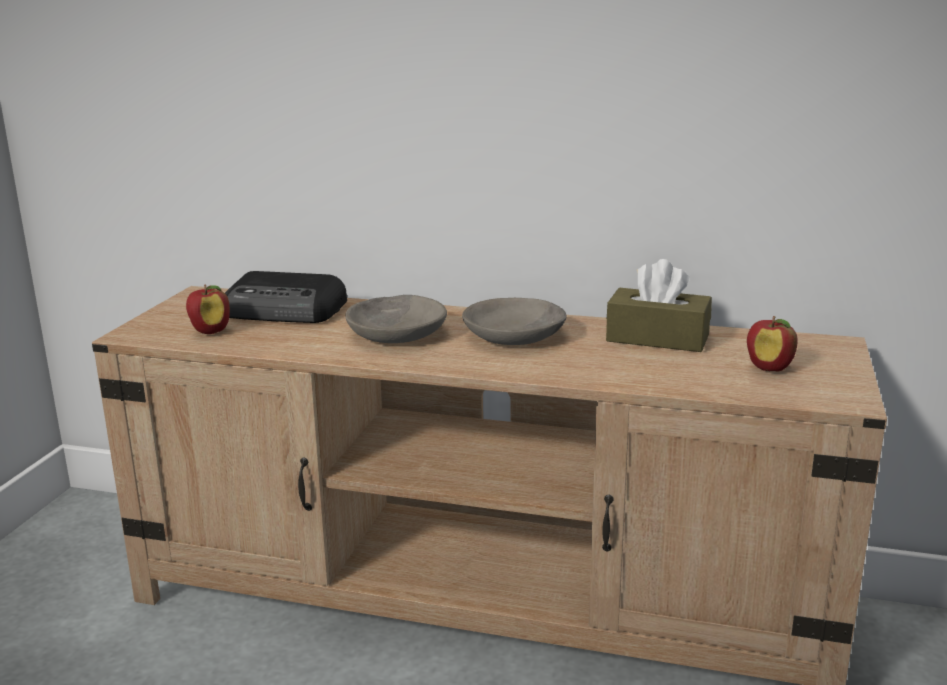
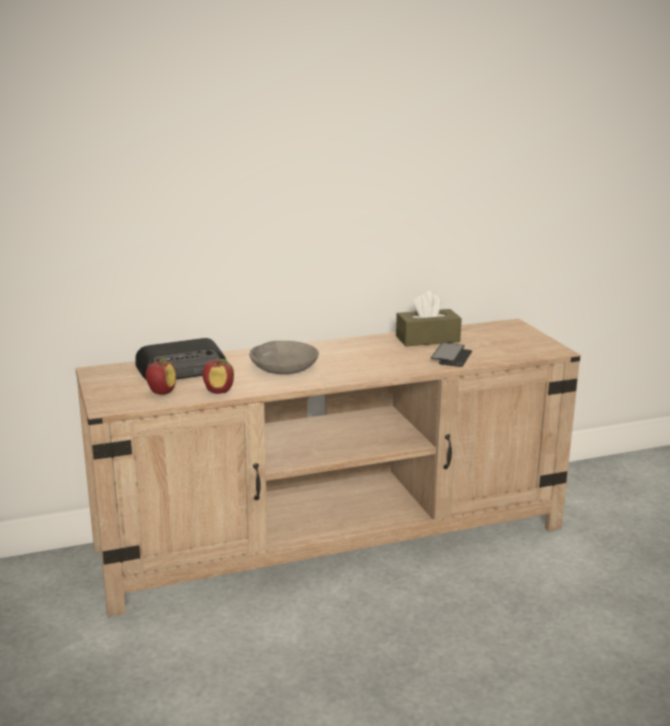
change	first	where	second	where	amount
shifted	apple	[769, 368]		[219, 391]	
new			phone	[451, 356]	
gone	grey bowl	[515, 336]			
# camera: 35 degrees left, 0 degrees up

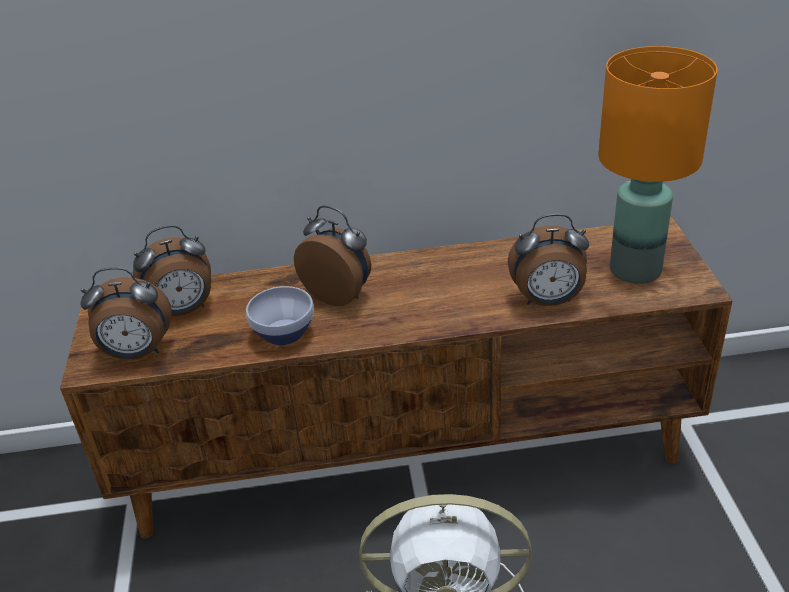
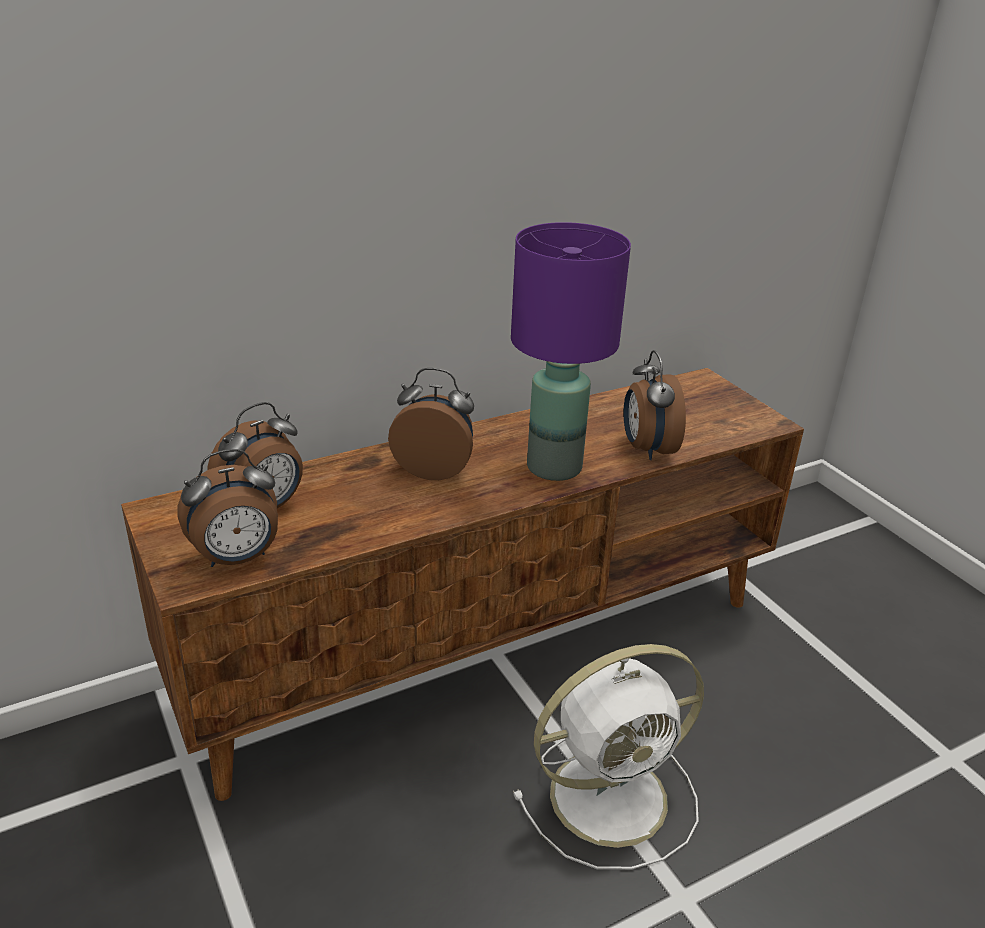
change	first	where	second	where	amount
new			purple table lamp	[552, 467]	
rotated	alarm clock	[548, 301]		[646, 449]	105 degrees clockwise
gone	bowl	[282, 334]			
gone	orange table lamp	[633, 270]			
# camera: 25 degrees left, 5 degrees down

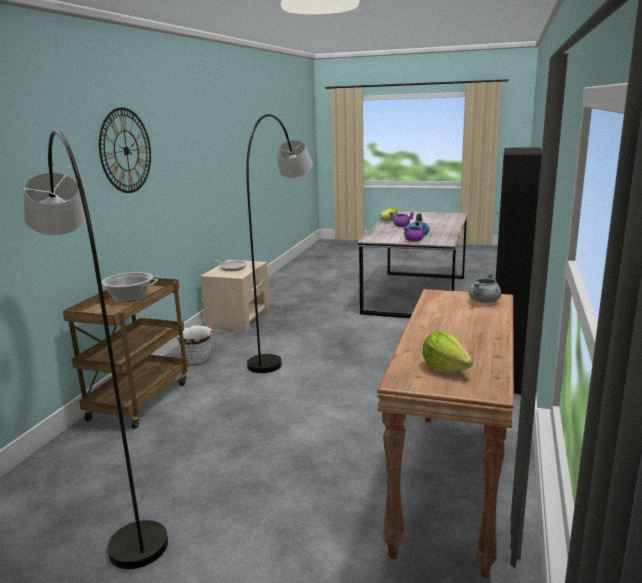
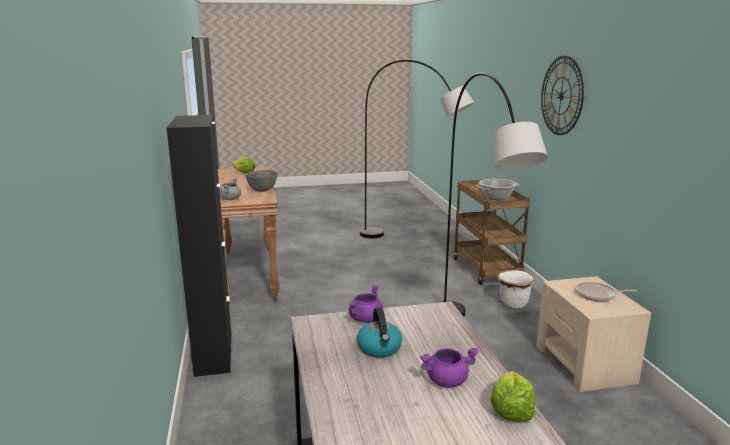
change	first	where	second	where	amount
new			grey bowl	[262, 190]	
# camera: 150 degrees right, 0 degrees up

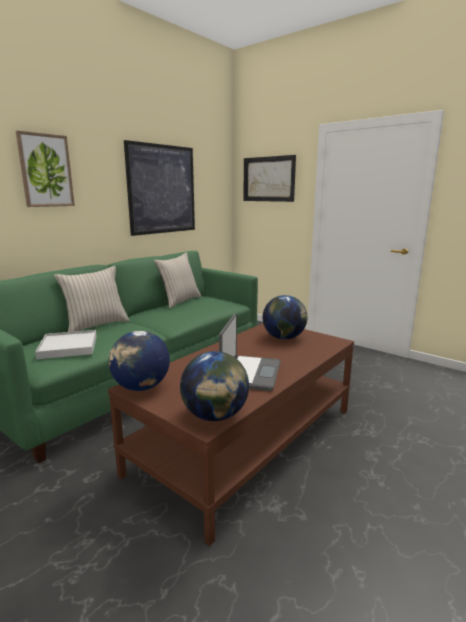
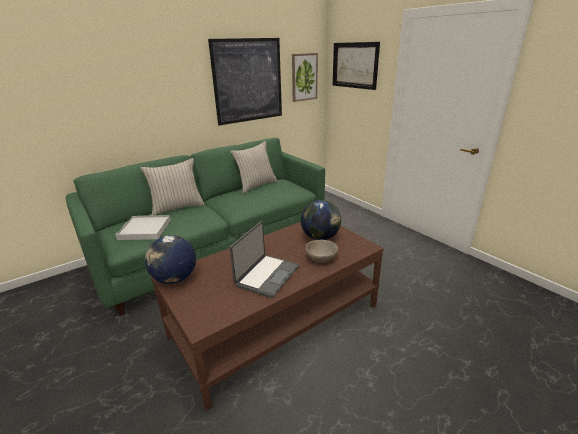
change	first	where	second	where	amount
shifted	picture	[46, 171]		[304, 77]	
new			beige bowl	[321, 259]	
gone	globe	[215, 416]			
# camera: 15 degrees right, 10 degrees up

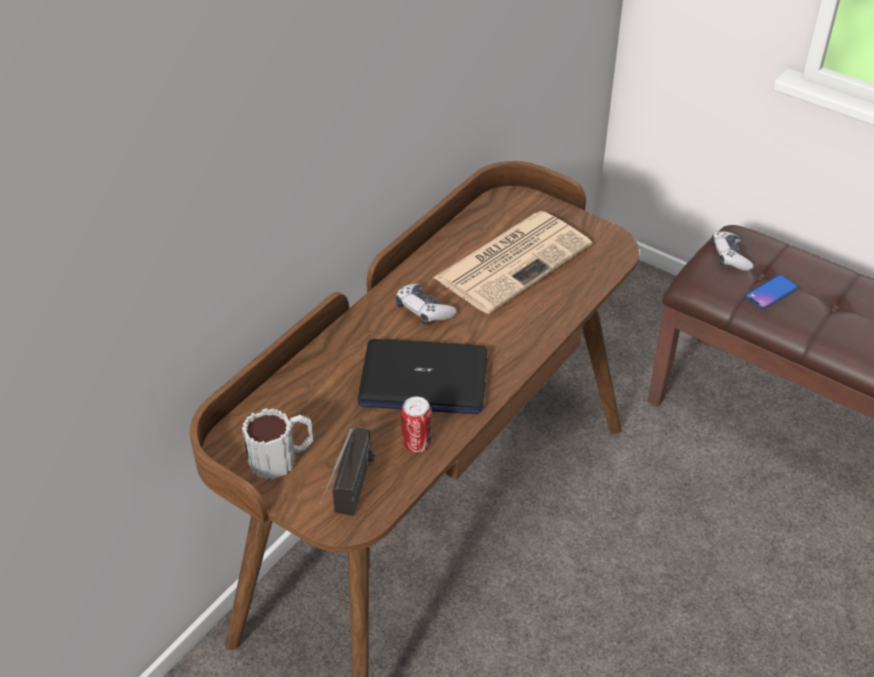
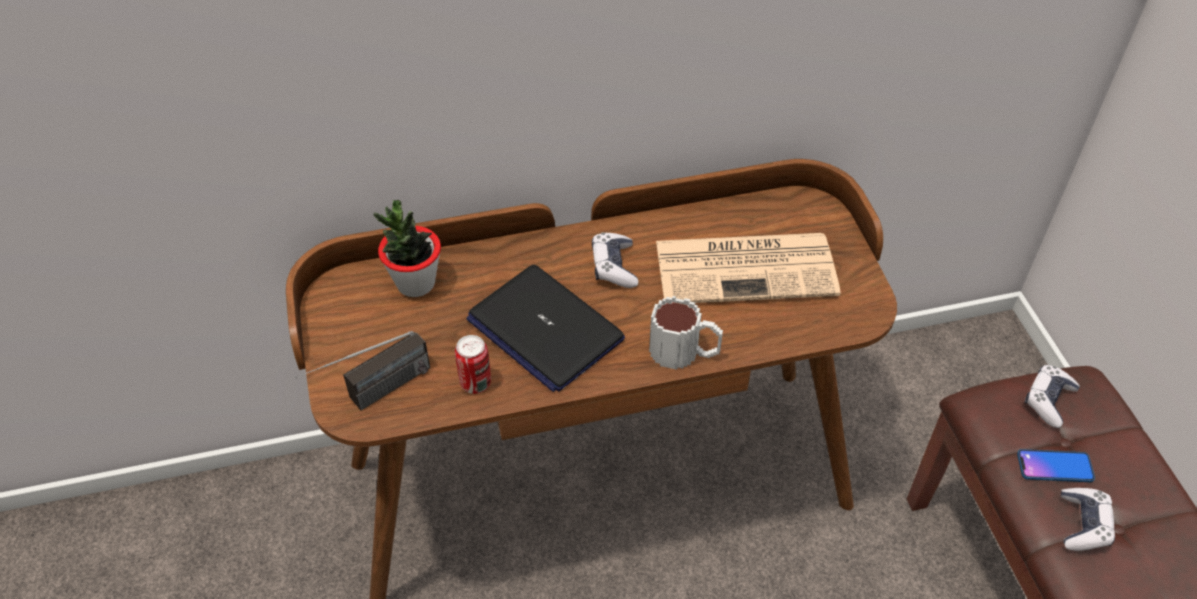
change	first	where	second	where	amount
new			potted plant	[415, 283]	
shifted	mug	[282, 457]		[684, 352]	
new			game controller	[1083, 524]	
# camera: 40 degrees right, 5 degrees up

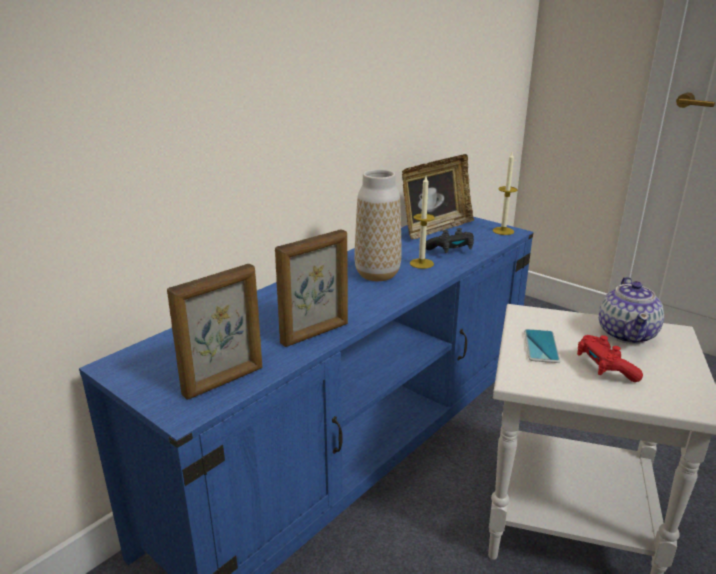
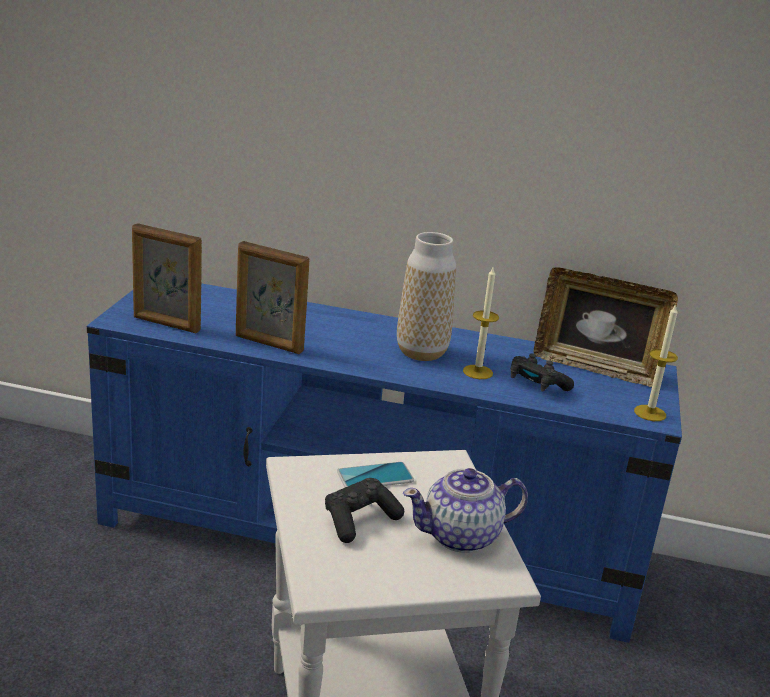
change	first	where	second	where	amount
repainted	red game controller	[604, 368]	black game controller	[359, 521]	
# camera: 60 degrees right, 0 degrees up

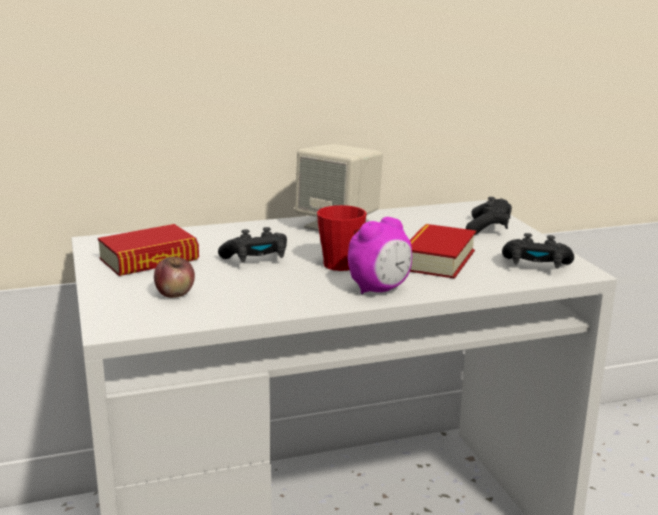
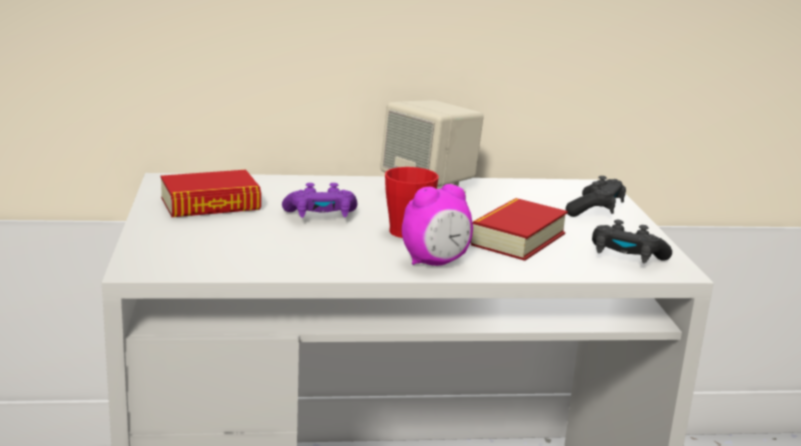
change	first	where	second	where	amount
repainted	black game controller	[256, 260]	purple game controller	[321, 217]	
gone	apple	[175, 294]			
# camera: 10 degrees right, 0 degrees up

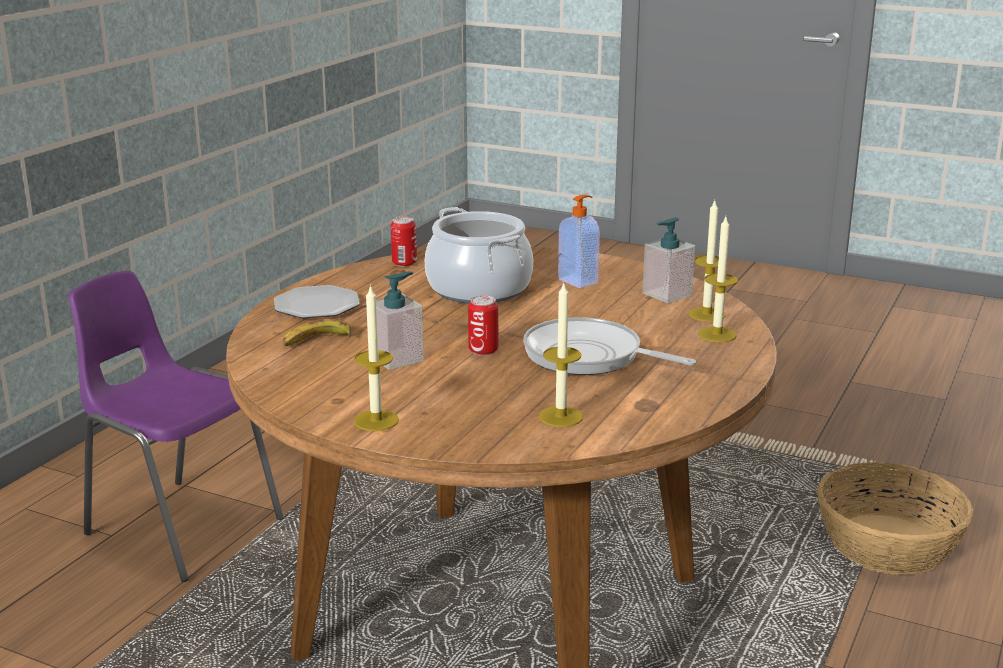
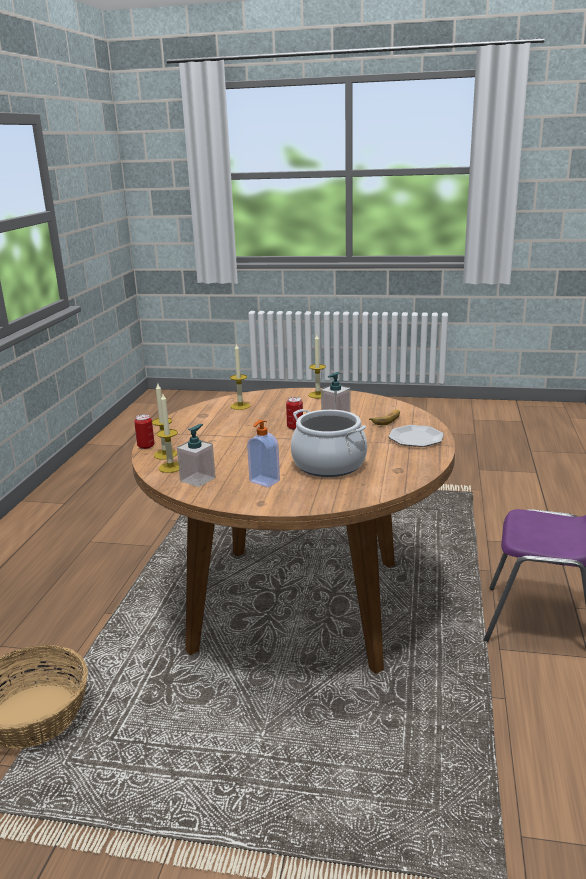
change	first	where	second	where	amount
shifted	can	[404, 263]		[146, 446]	
gone	frying pan	[589, 356]			
# camera: 165 degrees right, 0 degrees up

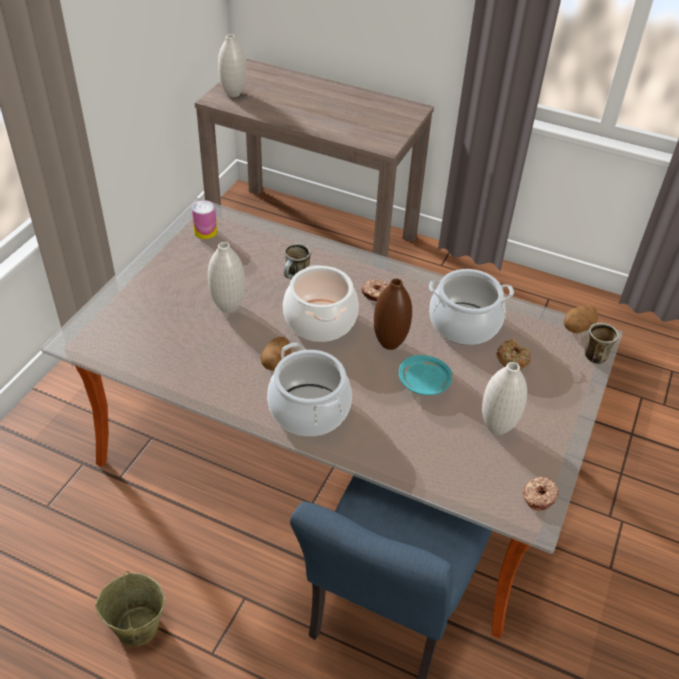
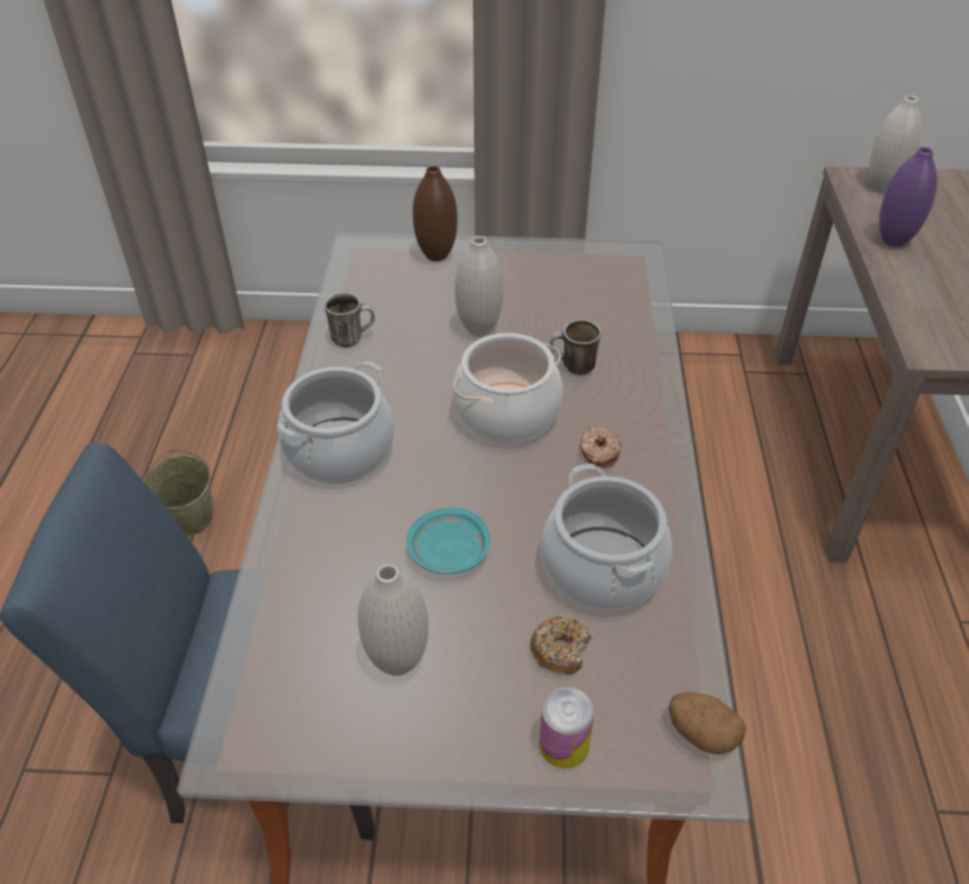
change	first	where	second	where	amount
shifted	mug	[593, 353]		[352, 337]	
shifted	brown vase	[389, 343]		[436, 255]	
shifted	can	[205, 232]		[564, 744]	
new			purple vase	[893, 241]	
gone	potato	[276, 362]			
gone	donut	[538, 496]			
# camera: 70 degrees right, 0 degrees up

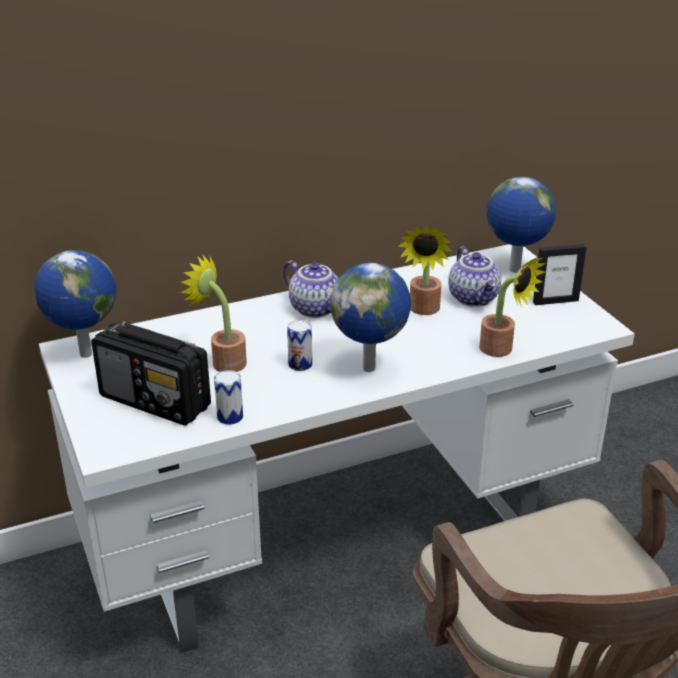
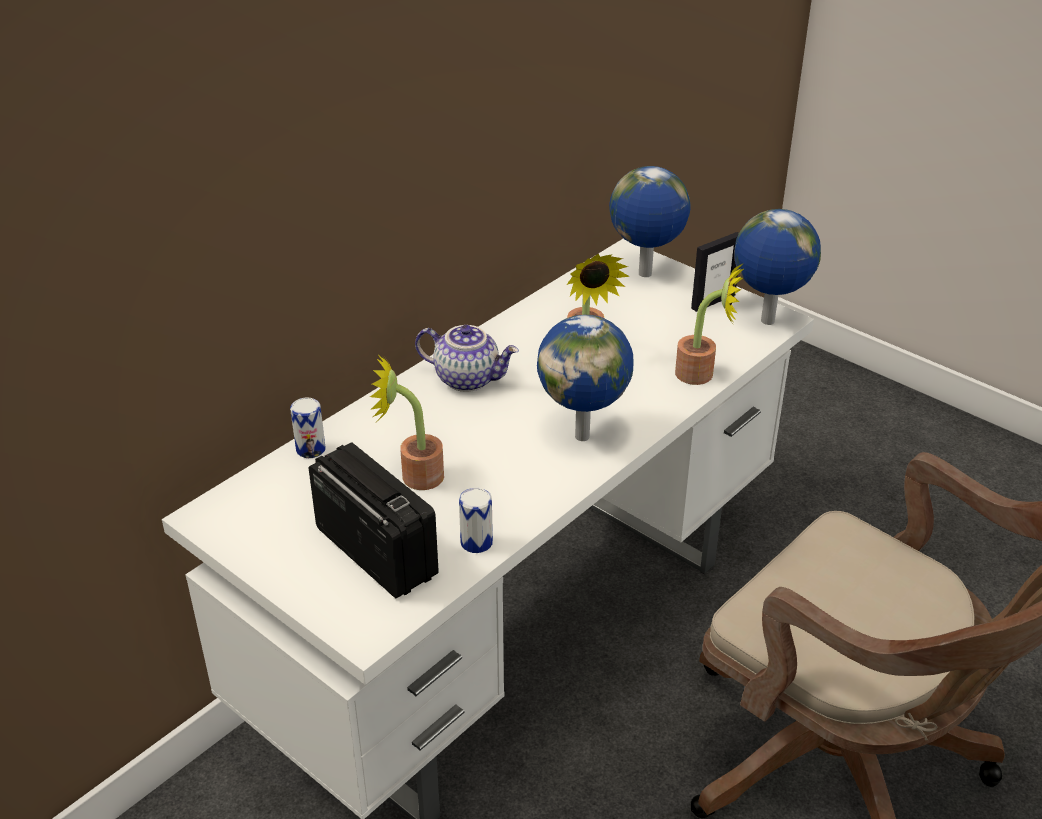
change	first	where	second	where	amount
shifted	can	[300, 364]		[310, 449]	
rotated	radio	[156, 402]		[375, 551]	135 degrees counterclockwise
shifted	globe	[84, 354]		[767, 322]	
gone	teapot	[474, 298]			
# camera: 25 degrees left, 5 degrees up

